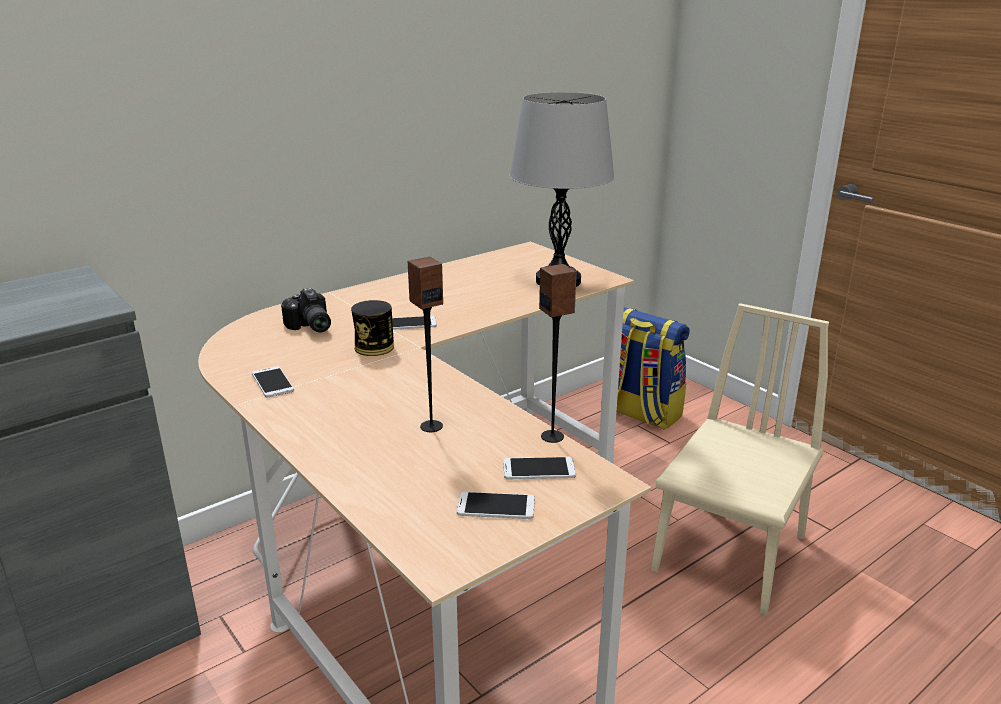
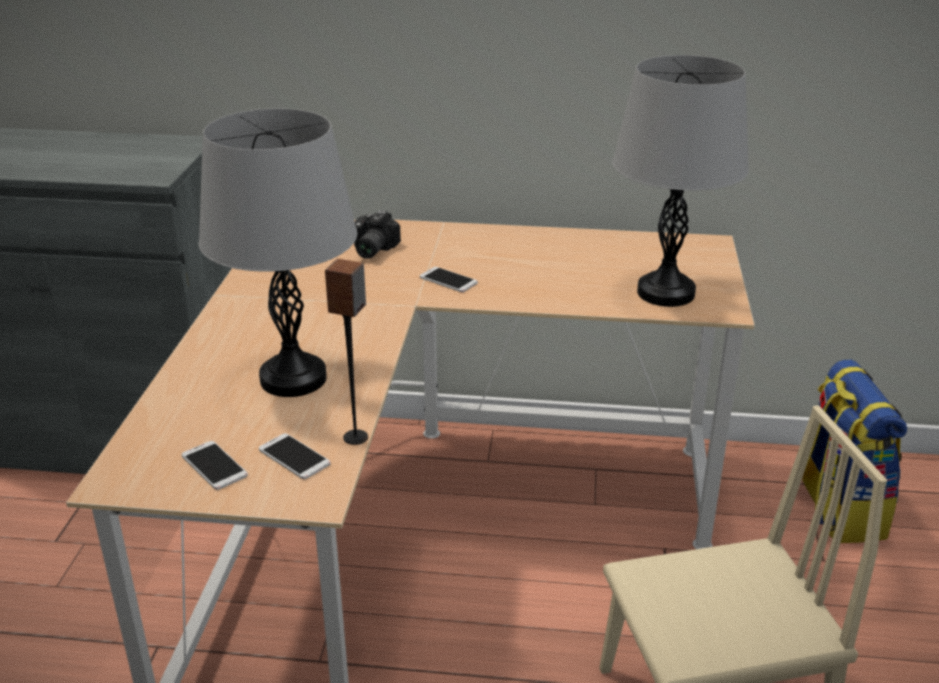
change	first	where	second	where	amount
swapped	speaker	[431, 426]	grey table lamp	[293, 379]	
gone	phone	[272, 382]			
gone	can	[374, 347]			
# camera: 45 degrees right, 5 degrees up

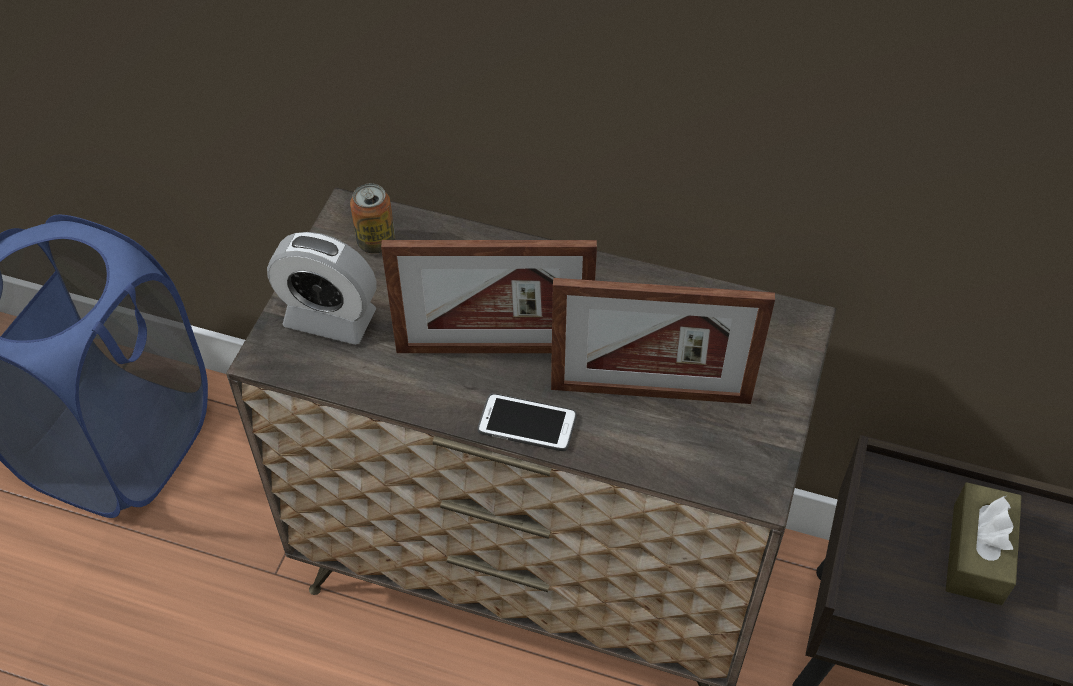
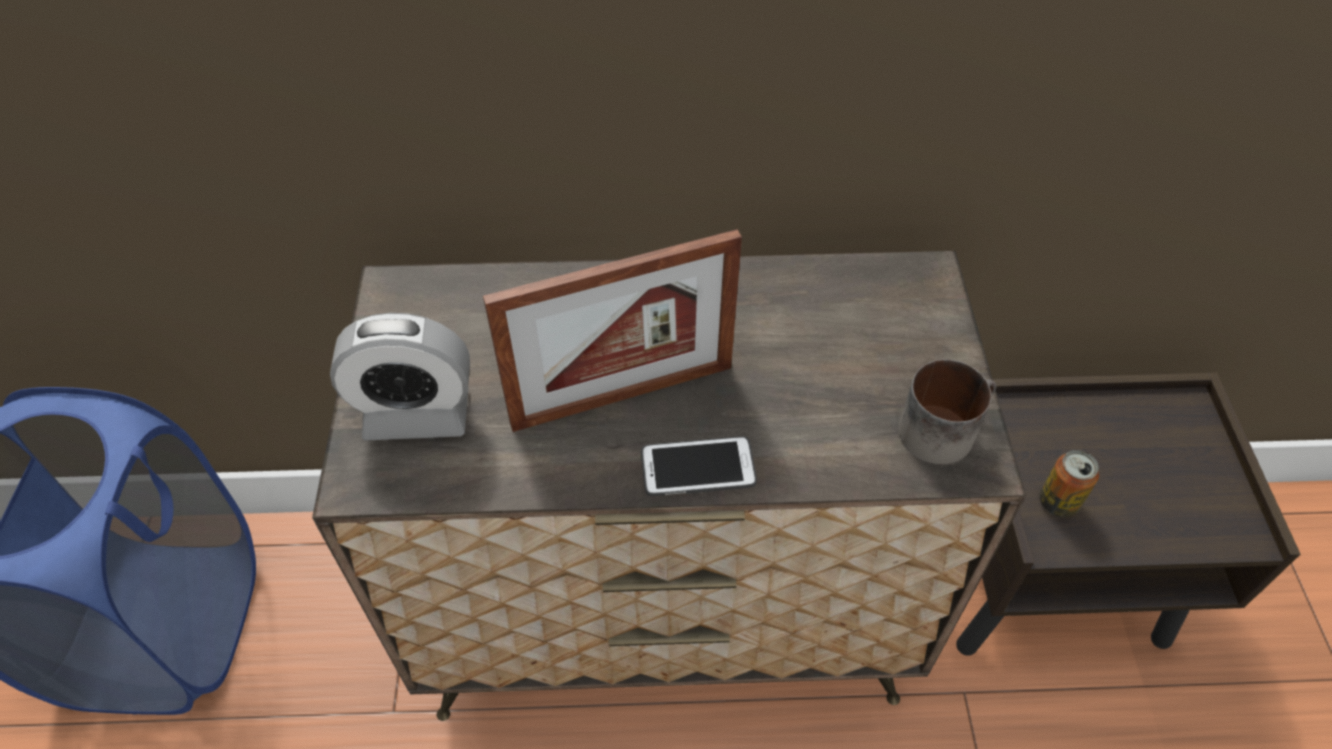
change	first	where	second	where	amount
new			mug	[942, 427]	
shifted	can	[376, 242]		[1058, 502]	
gone	picture frame	[650, 393]			
gone	brown tissue box	[977, 553]			
# camera: 20 degrees left, 0 degrees up

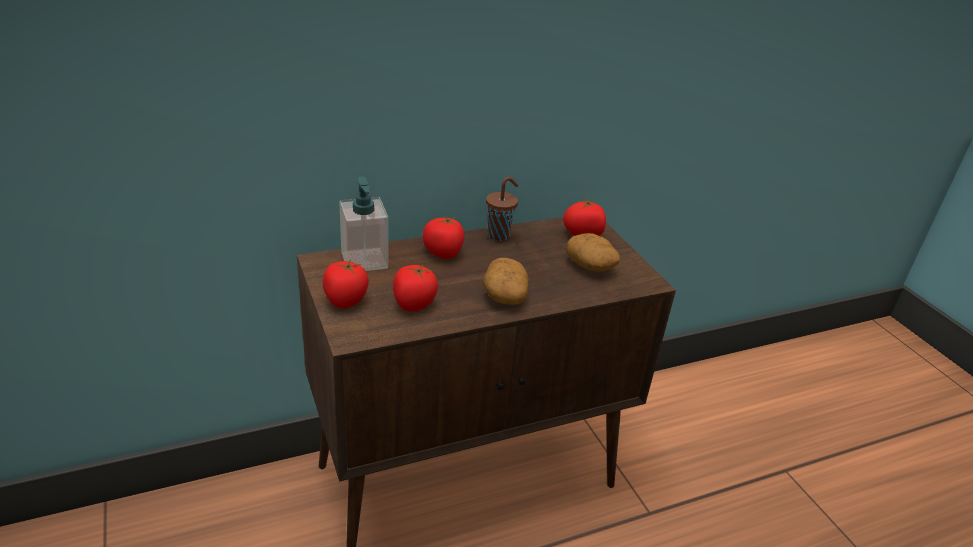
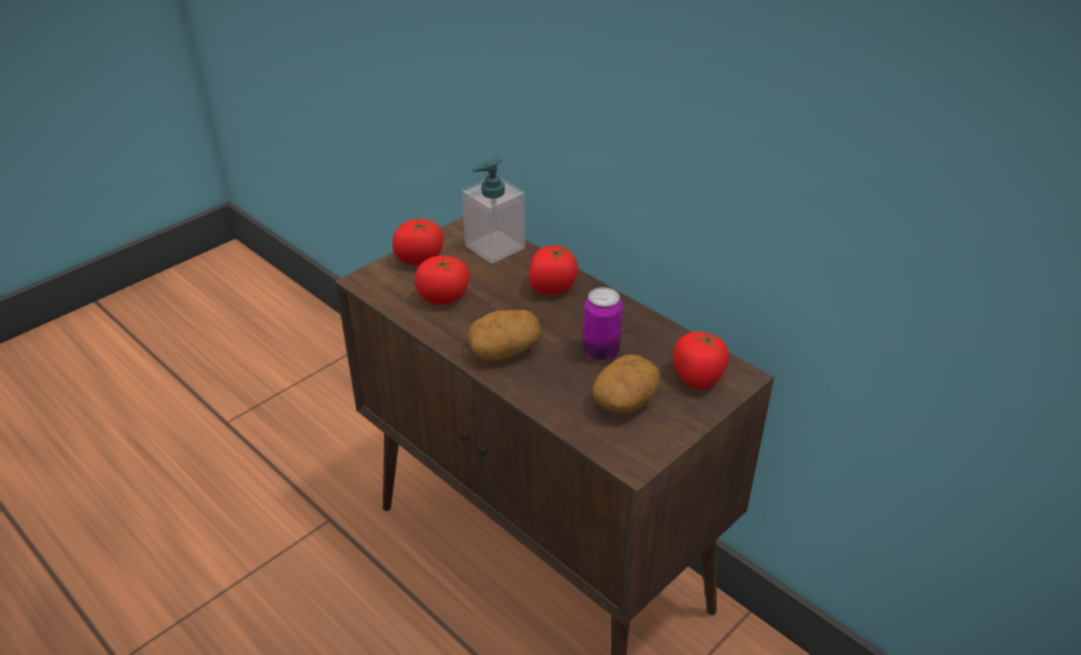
change	first	where	second	where	amount
new			can	[601, 352]	
gone	brown cup	[499, 235]			
# camera: 70 degrees right, 5 degrees up

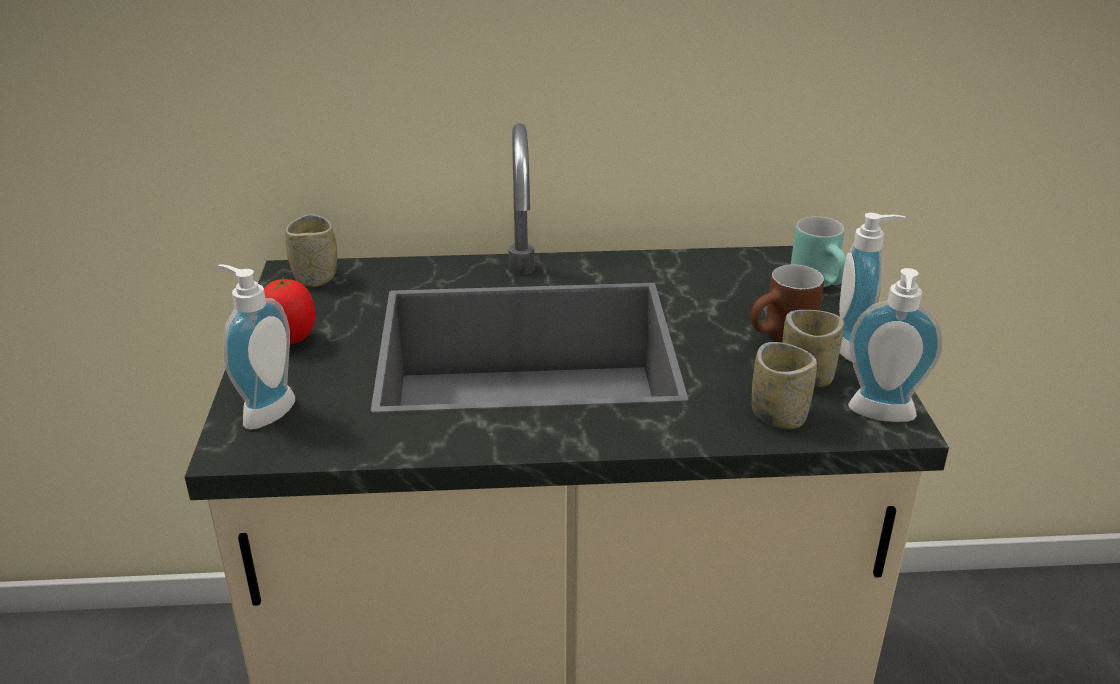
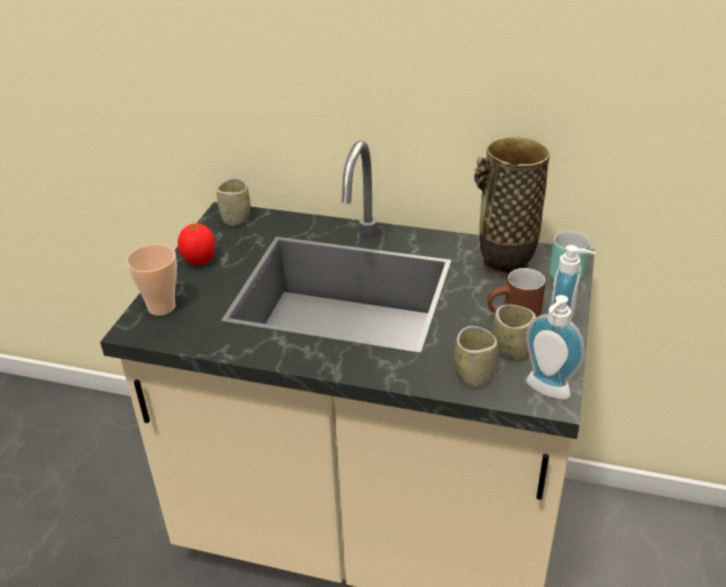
change	first	where	second	where	amount
swapped	soap dispenser	[264, 410]	cup	[161, 307]	
new			vase	[505, 266]	
# camera: 20 degrees right, 5 degrees up

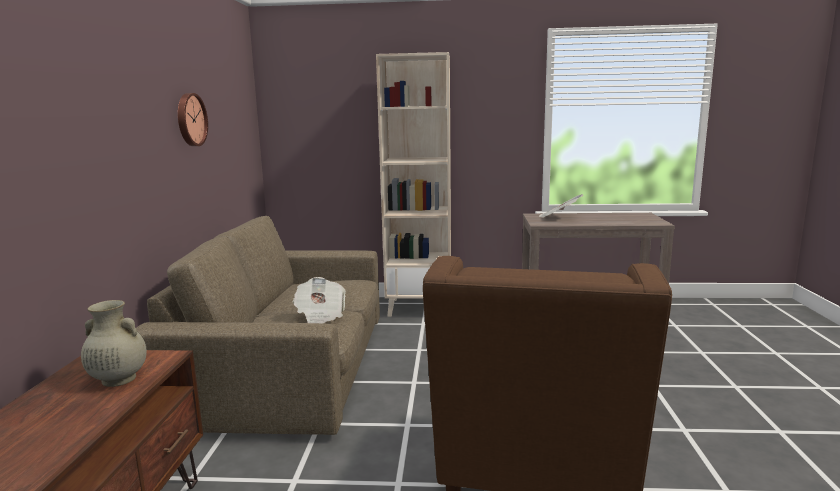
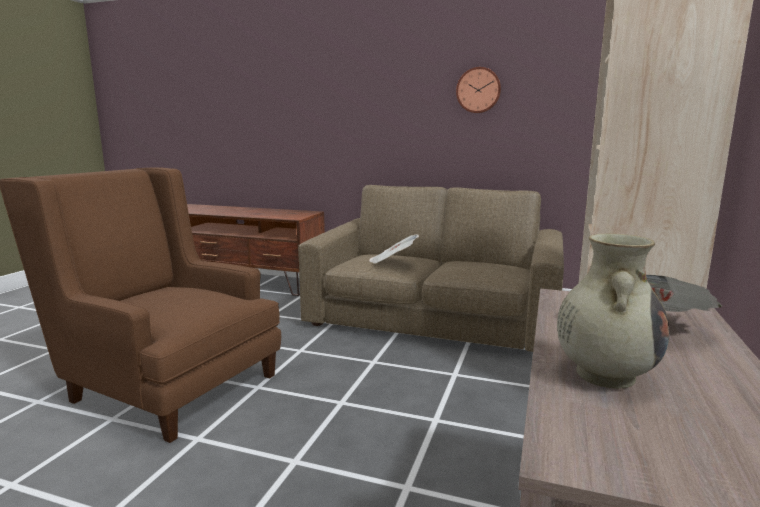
change	first	where	second	where	amount
shifted	beige vase	[118, 379]		[604, 374]	
# camera: 105 degrees right, 0 degrees up

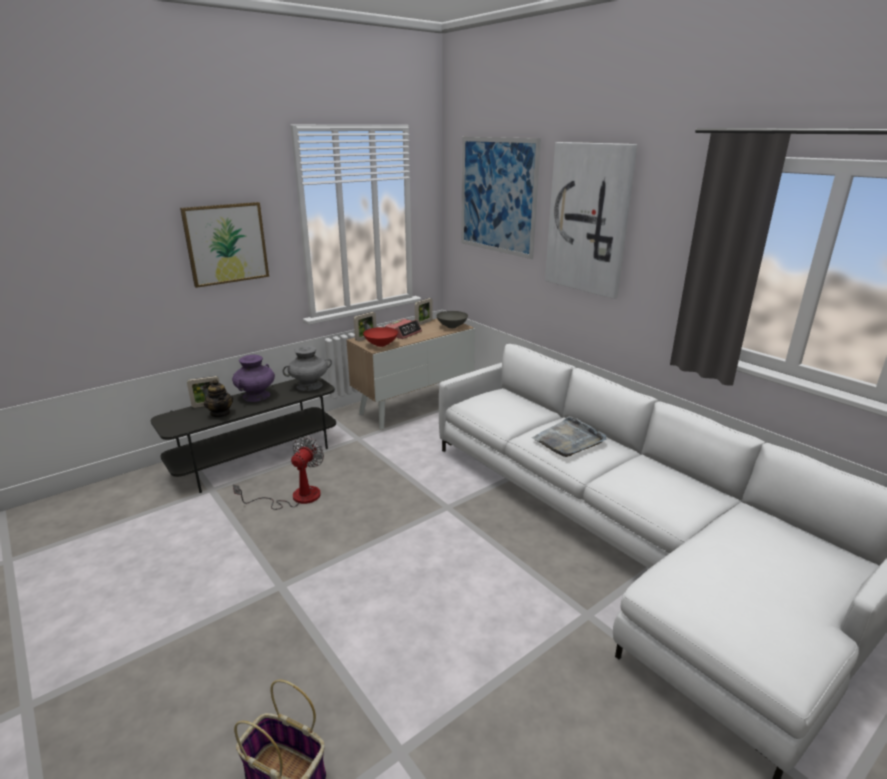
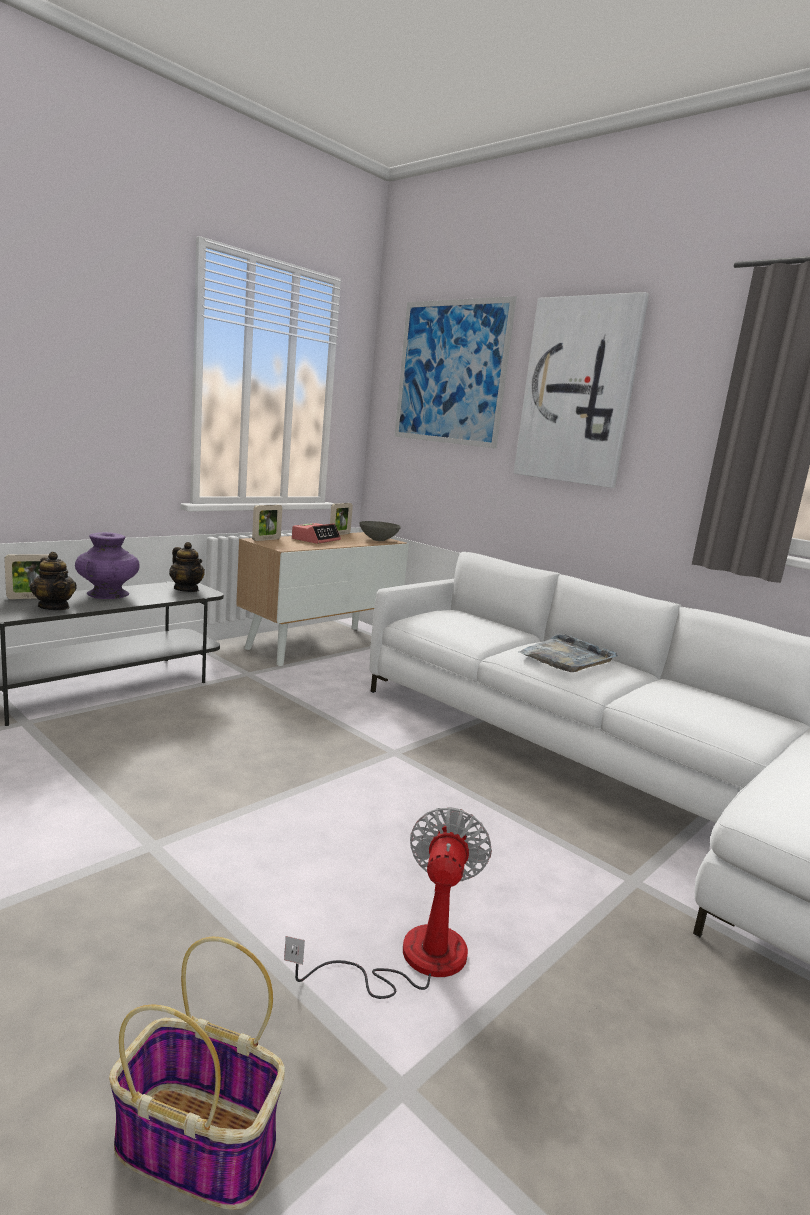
change	first	where	second	where	amount
swapped	grey vase	[309, 385]	teapot	[186, 589]	
shifted	fan	[295, 497]		[411, 958]	
gone	picture	[226, 244]			
gone	red bowl	[381, 345]			
# camera: 10 degrees left, 10 degrees down

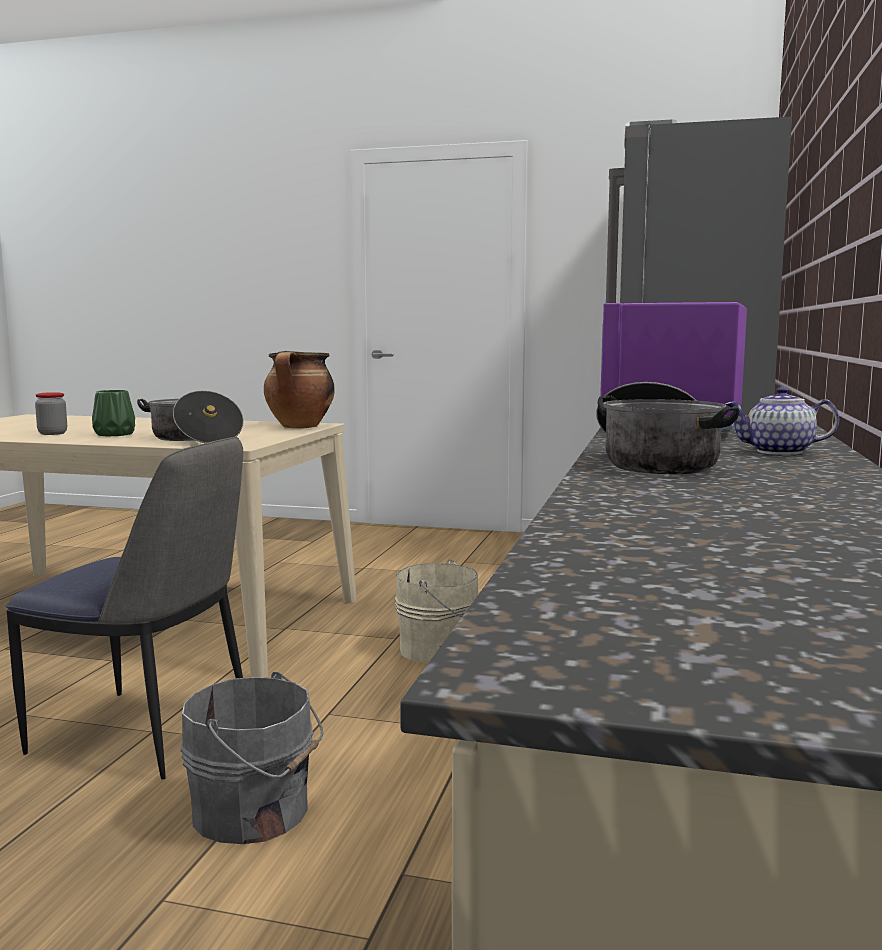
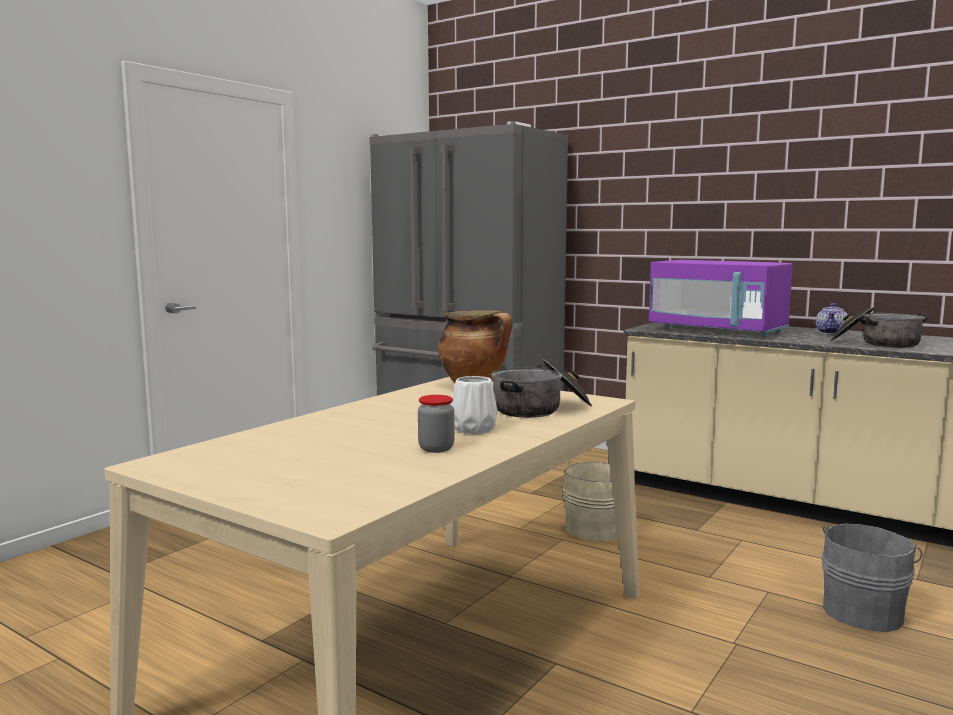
change	first	where	second	where	amount
repainted	green vase	[115, 434]	white vase	[472, 429]	
gone	chair	[146, 733]			
# camera: 70 degrees left, 0 degrees up

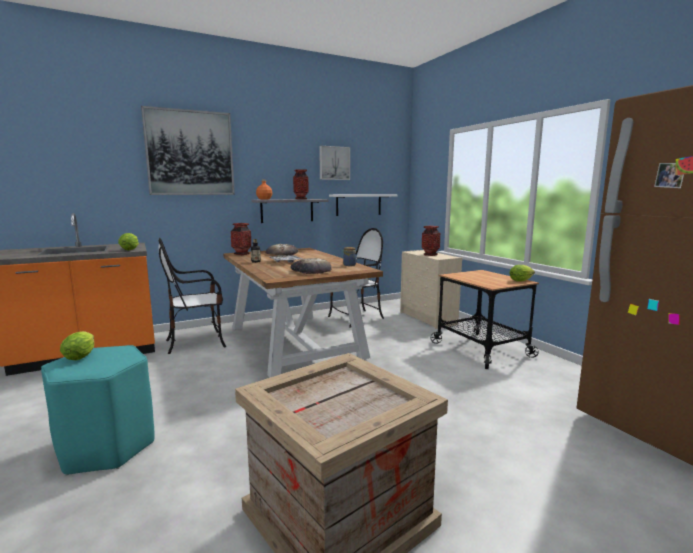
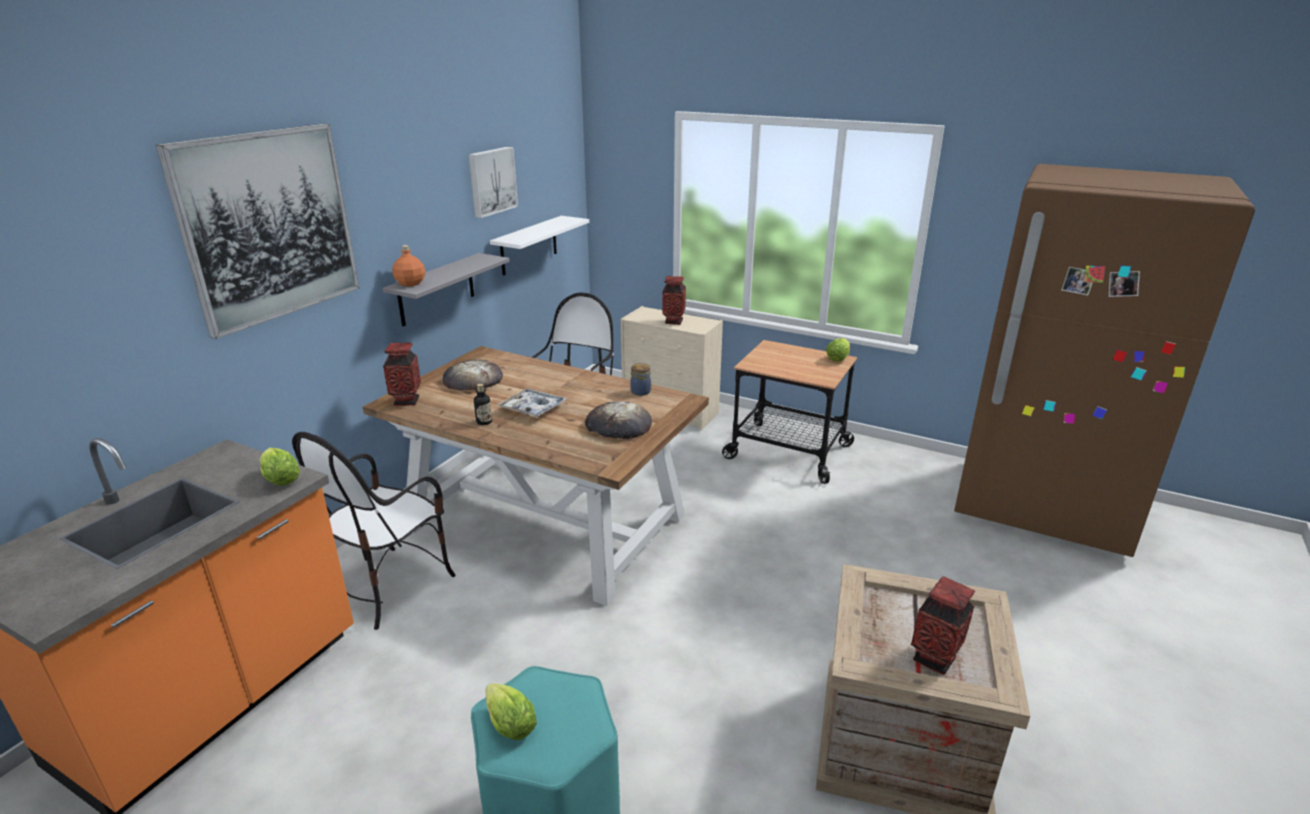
change	first	where	second	where	amount
shifted	vase	[301, 199]		[934, 659]	
# camera: 35 degrees left, 15 degrees up

